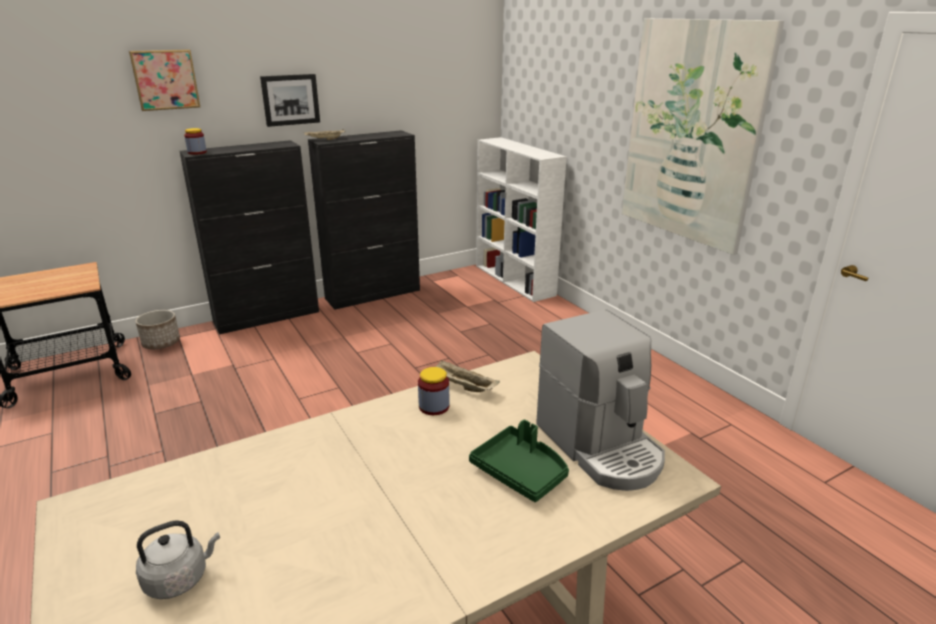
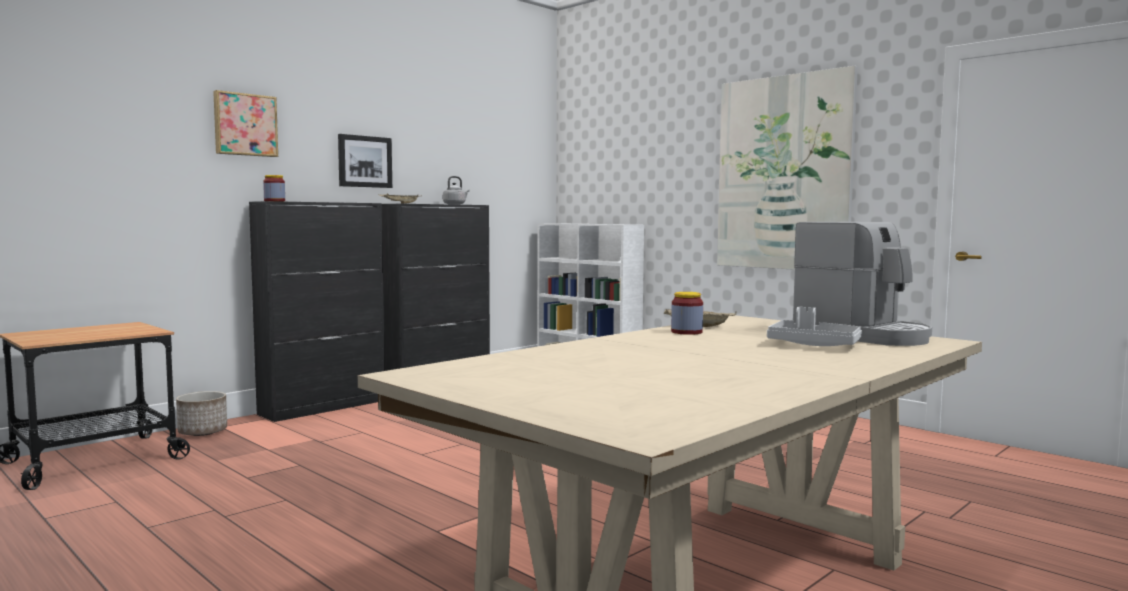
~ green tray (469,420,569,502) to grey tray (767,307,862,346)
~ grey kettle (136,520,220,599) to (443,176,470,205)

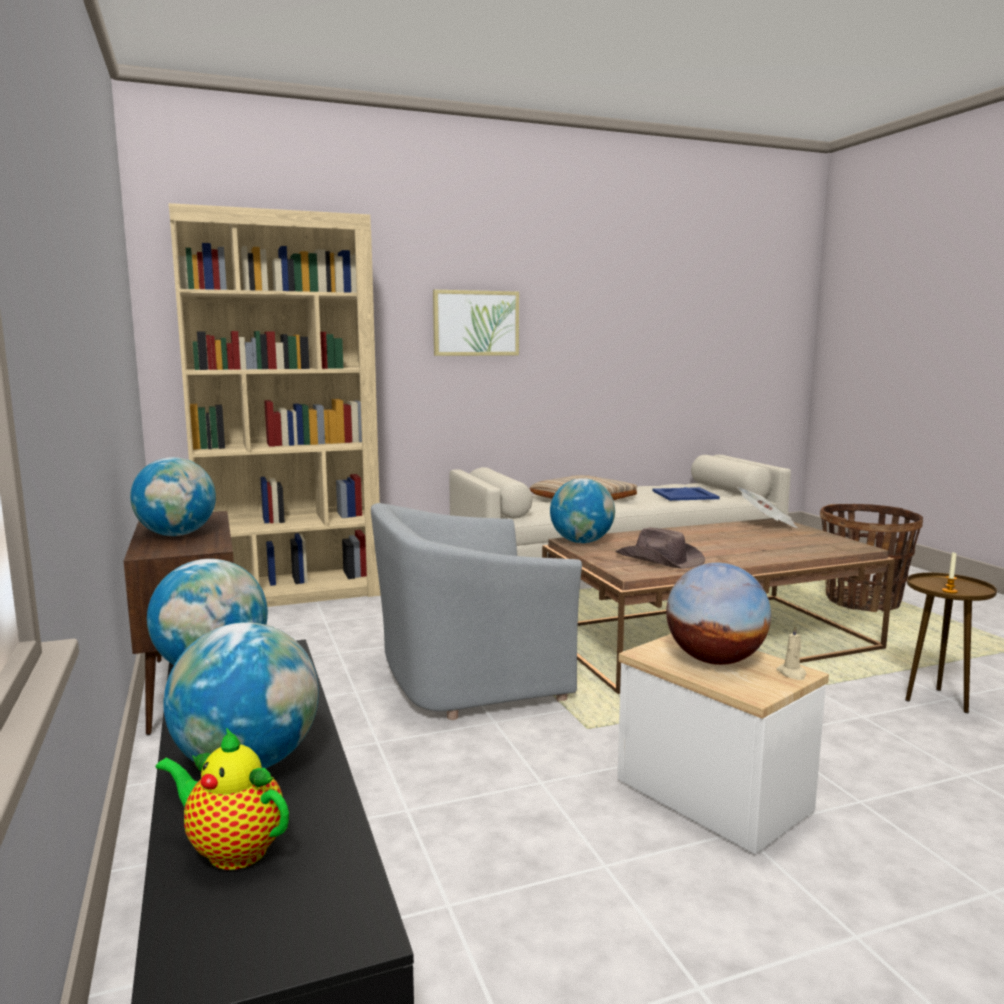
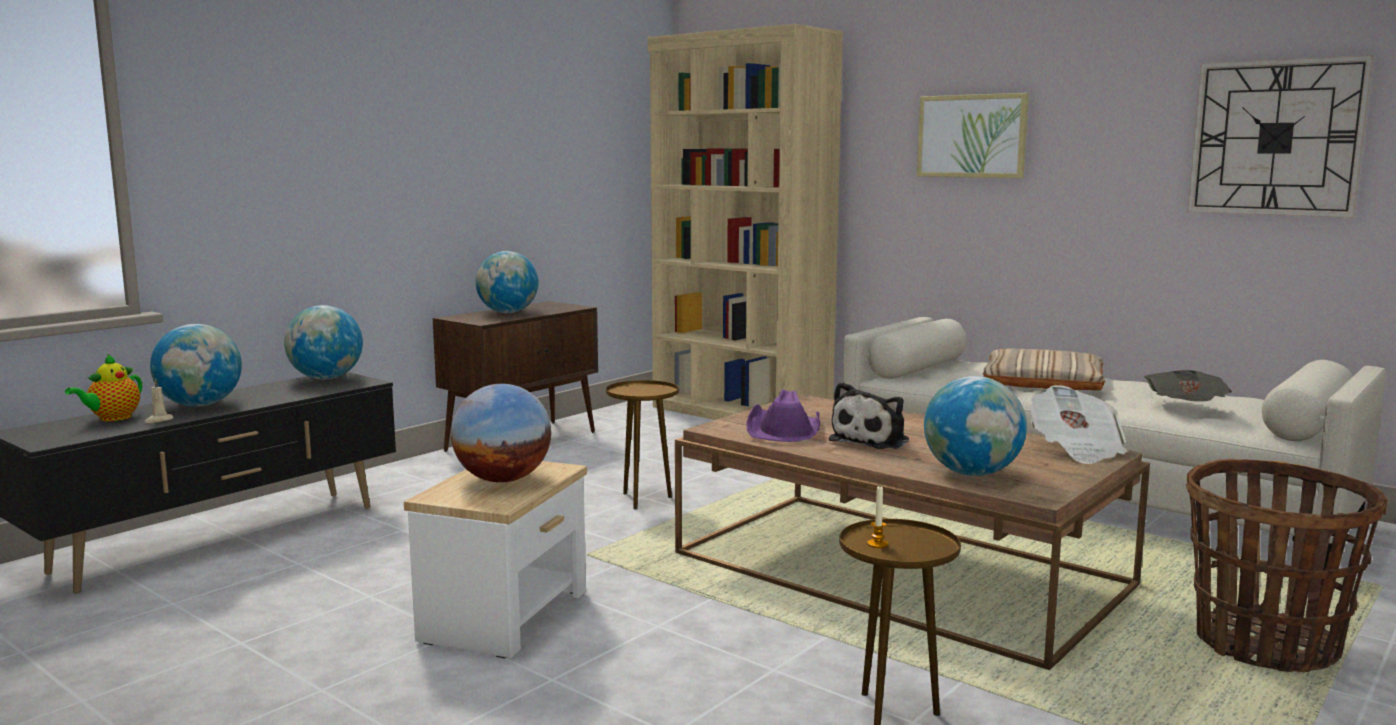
~ globe (550,478,615,543) to (924,376,1027,476)
~ blue tray (652,487,720,501) to newspaper (1144,370,1232,402)
~ grey armchair (371,503,582,720) to brown side table (606,380,679,509)
~ brown hat (615,527,705,569) to purple hat (746,389,820,442)
~ beige candle (777,624,806,680) to (144,378,173,423)
~ teapot (155,728,289,870) = (65,354,142,421) 150 degrees counterclockwise
+ wall clock (1188,55,1374,218)
+ plush toy (829,382,909,449)

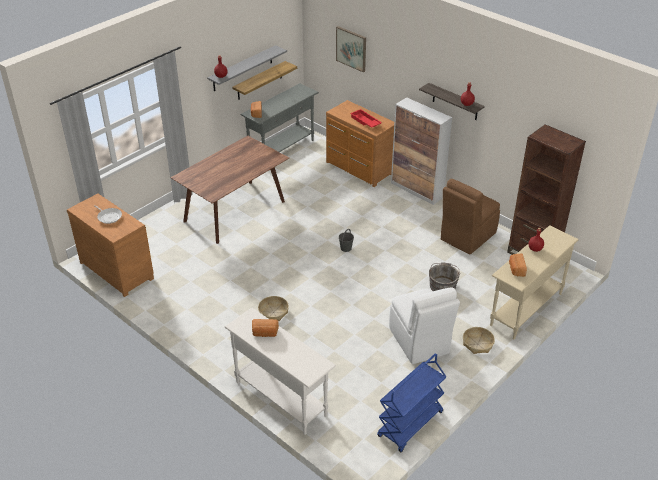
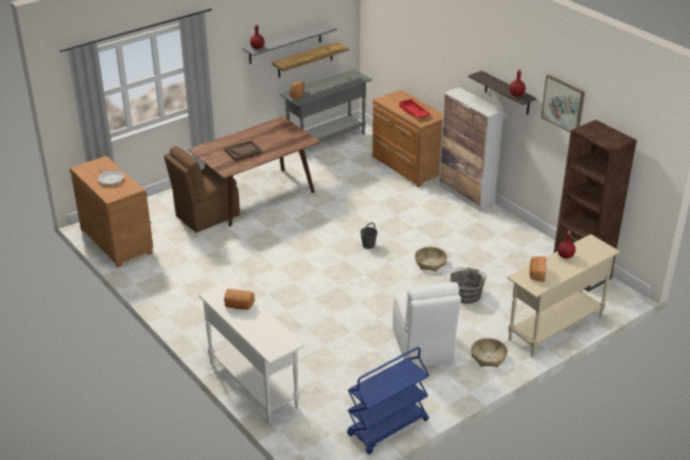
~ picture (336,26,366,72) to (541,75,585,133)
~ brown chair (441,179,500,255) to (164,146,240,233)
~ basket (258,296,289,321) to (415,247,447,272)
+ brown tray (224,140,262,161)

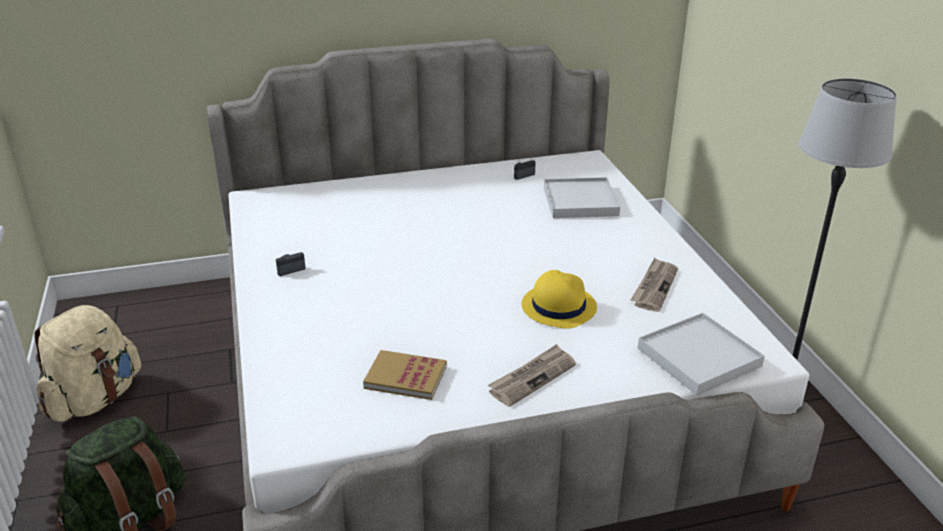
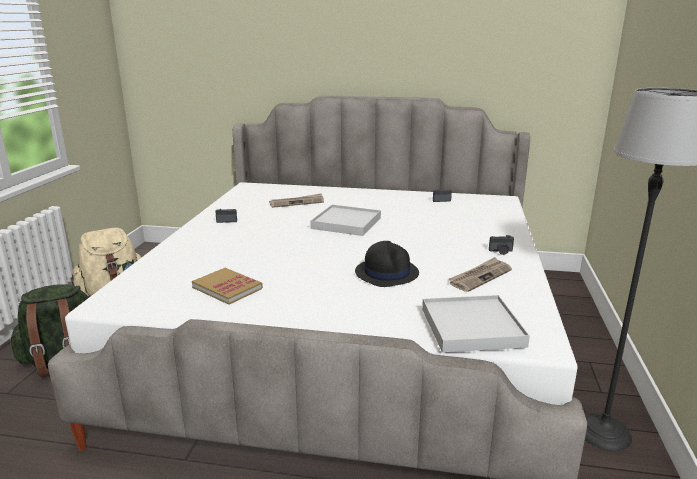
~ white tray (544,177,620,218) to (310,205,381,236)
~ yellow hat (522,270,597,329) to black hat (355,241,419,287)
~ newspaper (488,344,576,407) to (269,193,324,208)
+ photo camera (489,235,514,255)

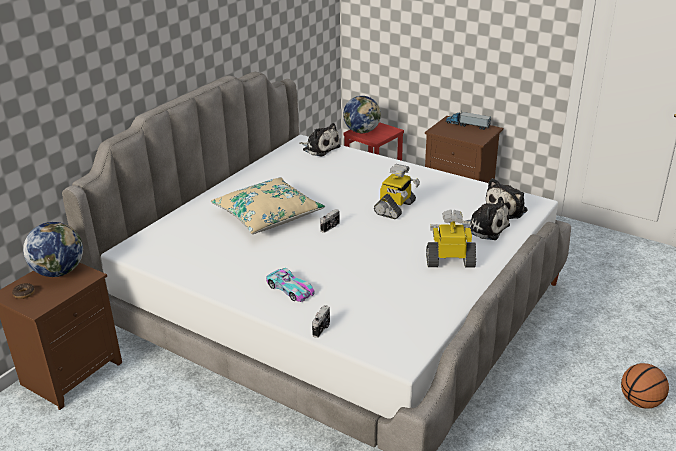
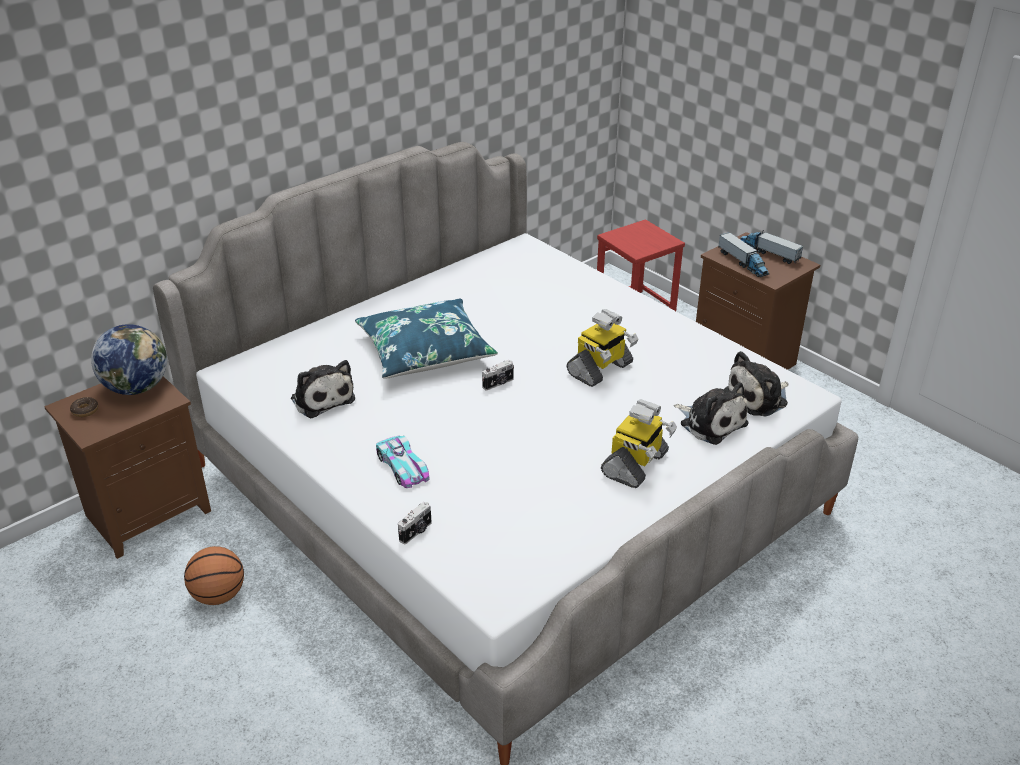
- globe (343,96,381,133)
~ plush toy (299,123,341,157) to (291,360,355,418)
~ beige pillow (211,177,325,234) to blue pillow (355,299,498,379)
~ toy robot (426,209,476,267) = (601,399,677,488) 105 degrees clockwise
~ basketball (621,363,669,409) to (184,546,244,605)
+ toy truck (718,232,769,277)

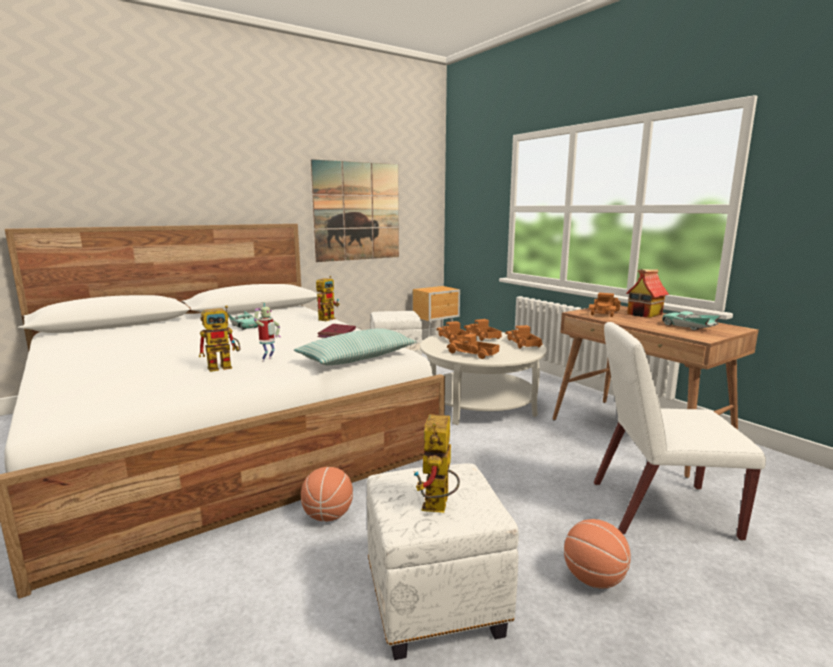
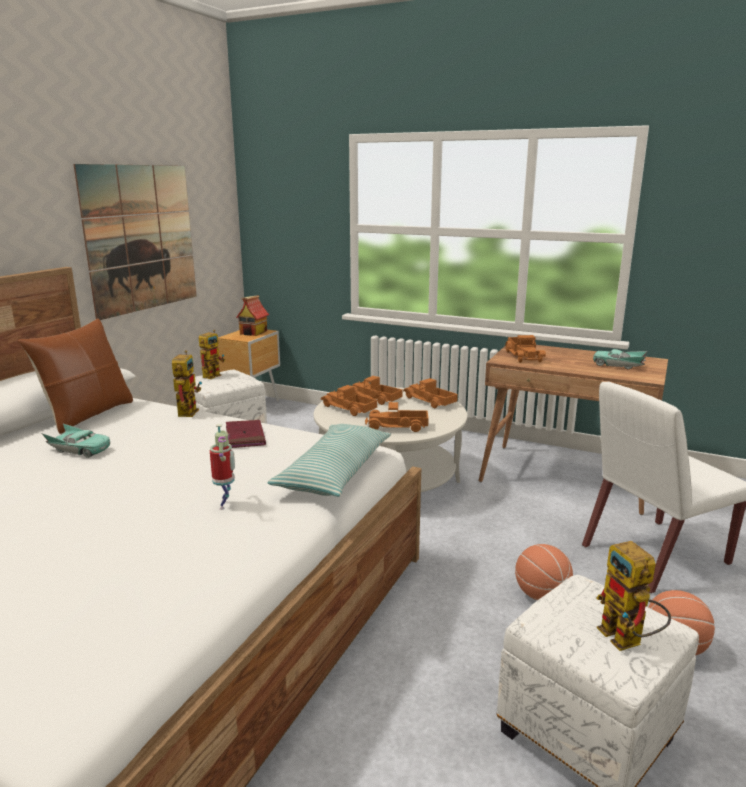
~ toy house (626,269,669,318) to (236,295,269,336)
~ toy robot (199,306,240,372) to (199,330,225,379)
~ basketball (301,467,353,521) to (515,544,573,600)
+ brown pillow (18,318,133,434)

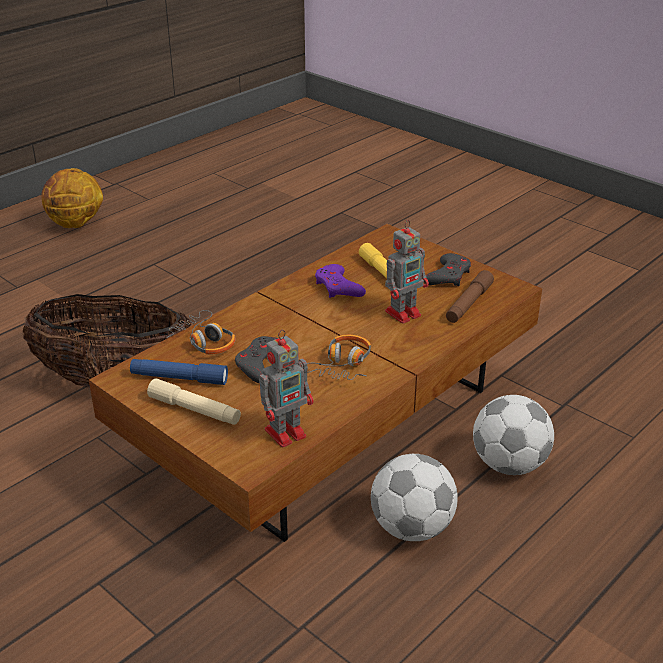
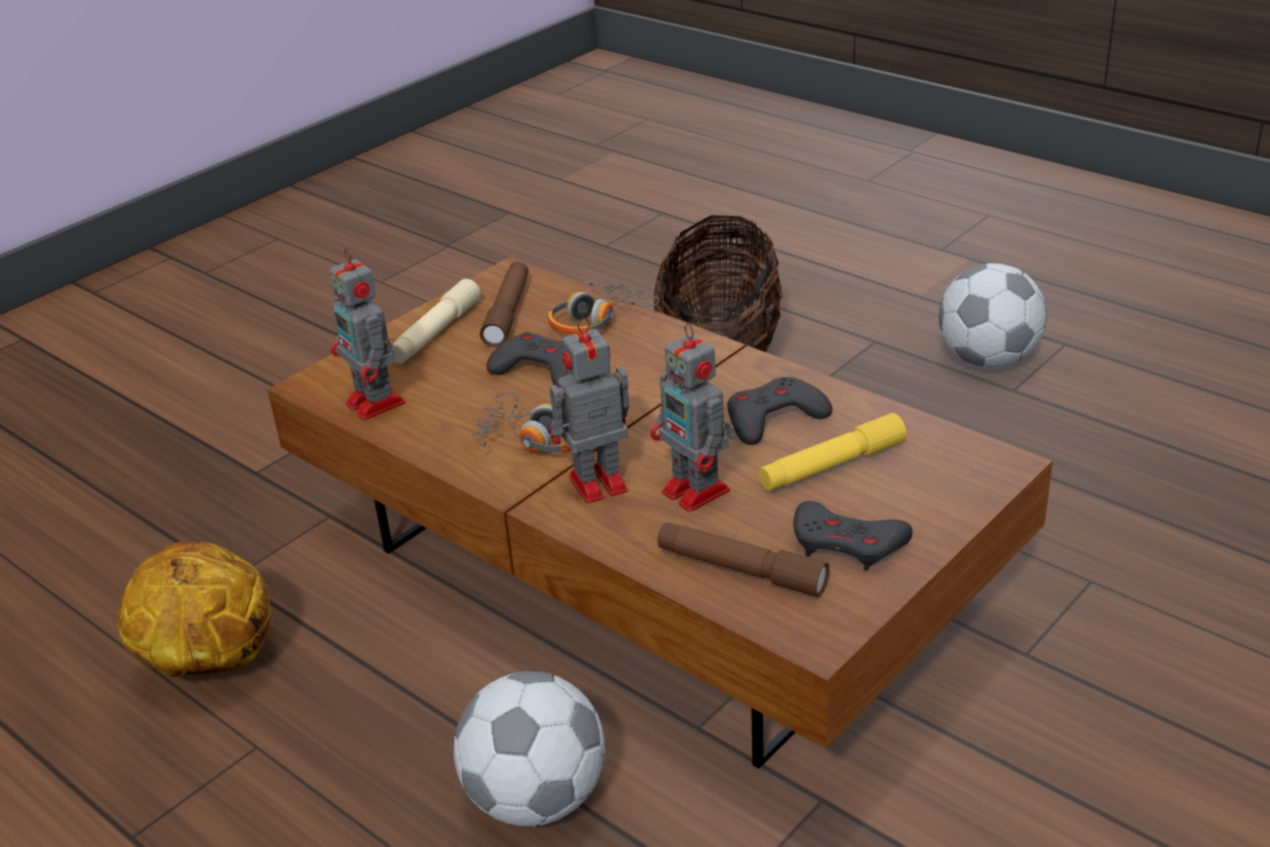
~ basketball (41,168,103,228) to (117,541,271,677)
~ purple game controller (315,264,366,298) to grey game controller (727,377,832,445)
~ blue flashlight (130,359,228,385) to brown flashlight (480,261,528,347)
~ football (371,454,458,541) to (939,263,1047,368)
+ toy robot (550,317,629,504)

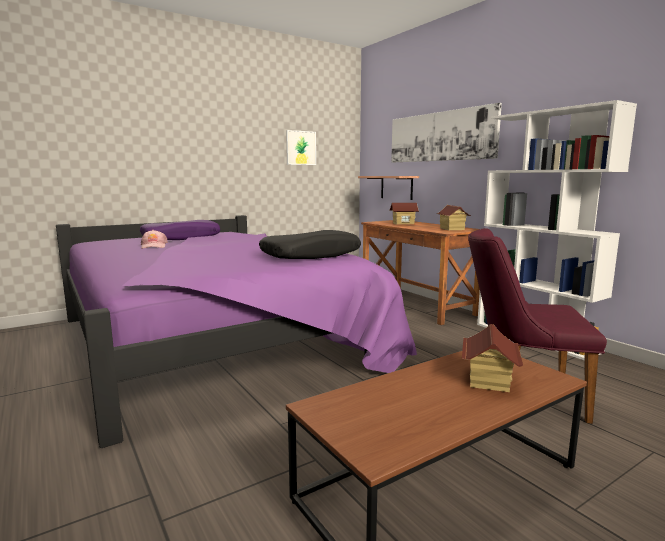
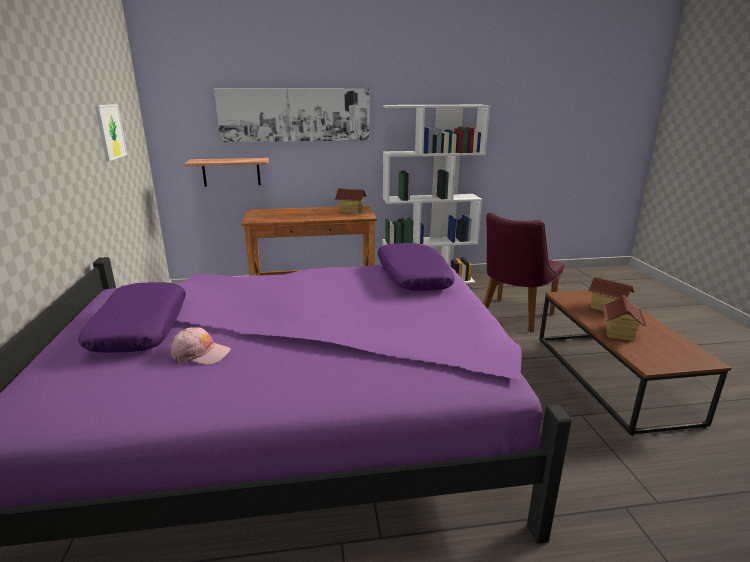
~ toy house (390,203,419,225) to (602,295,646,341)
~ black pillow (259,230,361,259) to purple pillow (377,243,455,291)

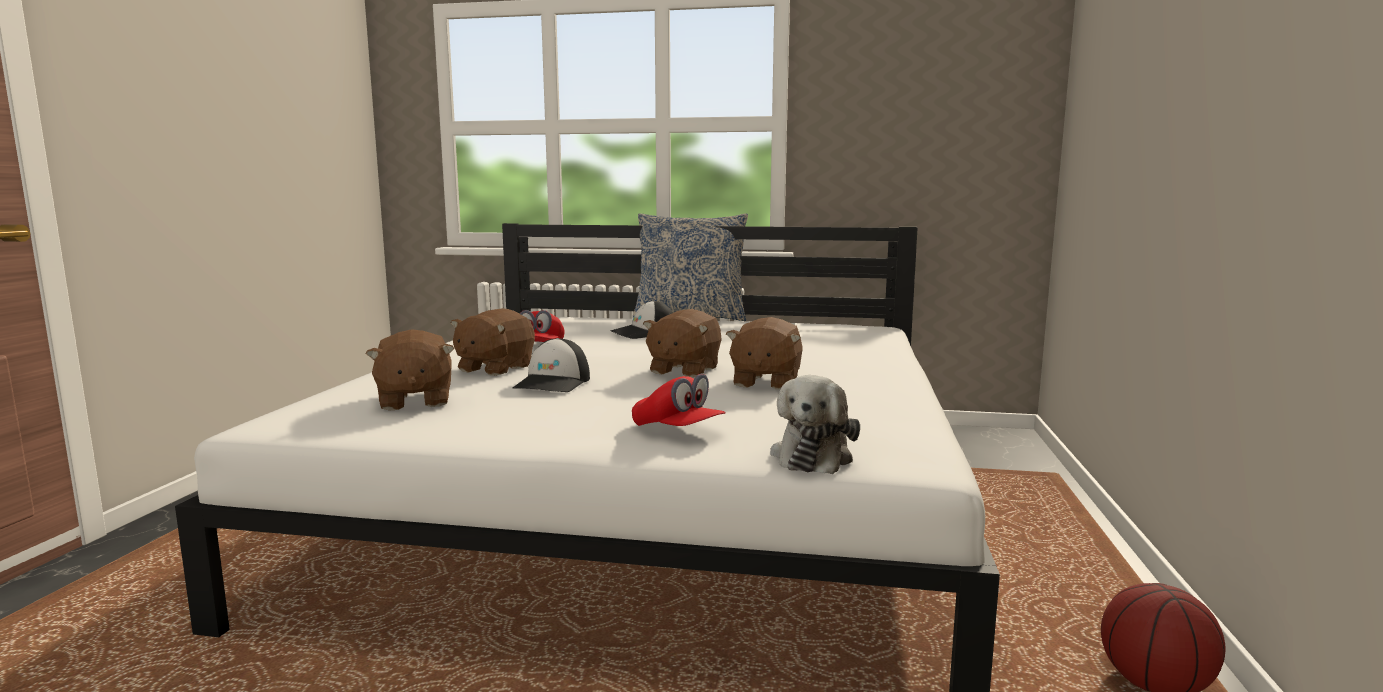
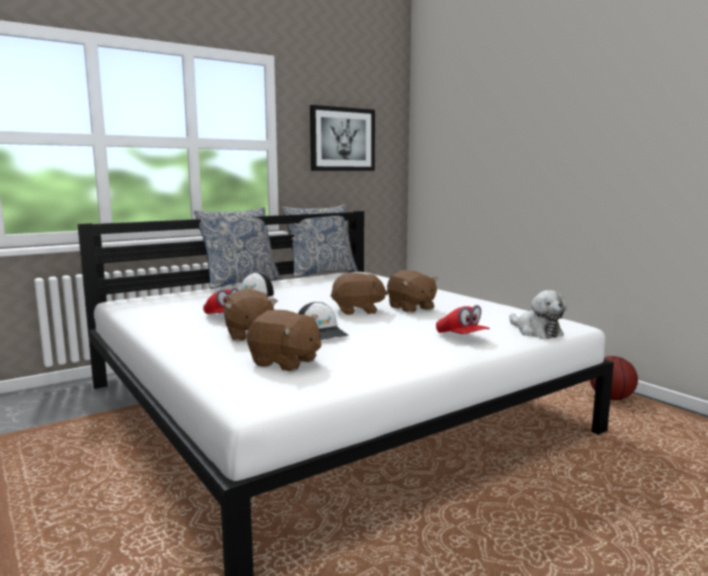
~ brown plush toy (643,309,722,378) = (331,273,388,315) 75 degrees counterclockwise
~ red cap (632,374,726,426) = (436,305,490,334) 60 degrees clockwise
+ picture (310,105,375,171)
+ pillow (282,204,358,278)

